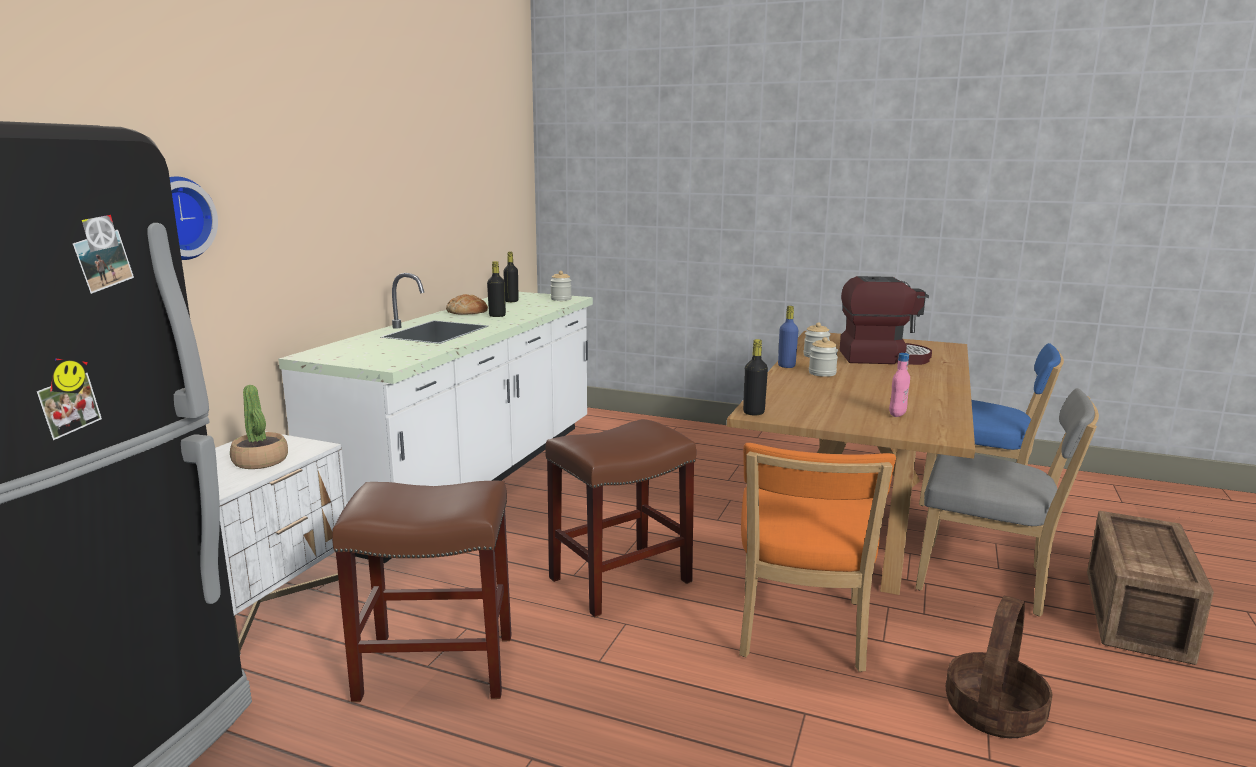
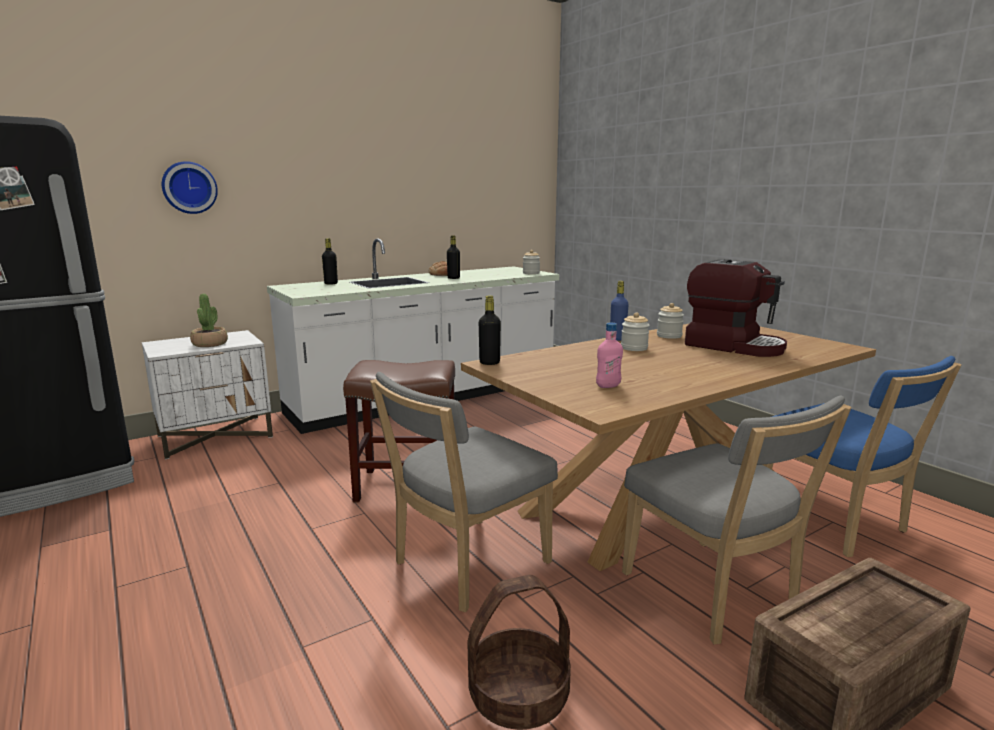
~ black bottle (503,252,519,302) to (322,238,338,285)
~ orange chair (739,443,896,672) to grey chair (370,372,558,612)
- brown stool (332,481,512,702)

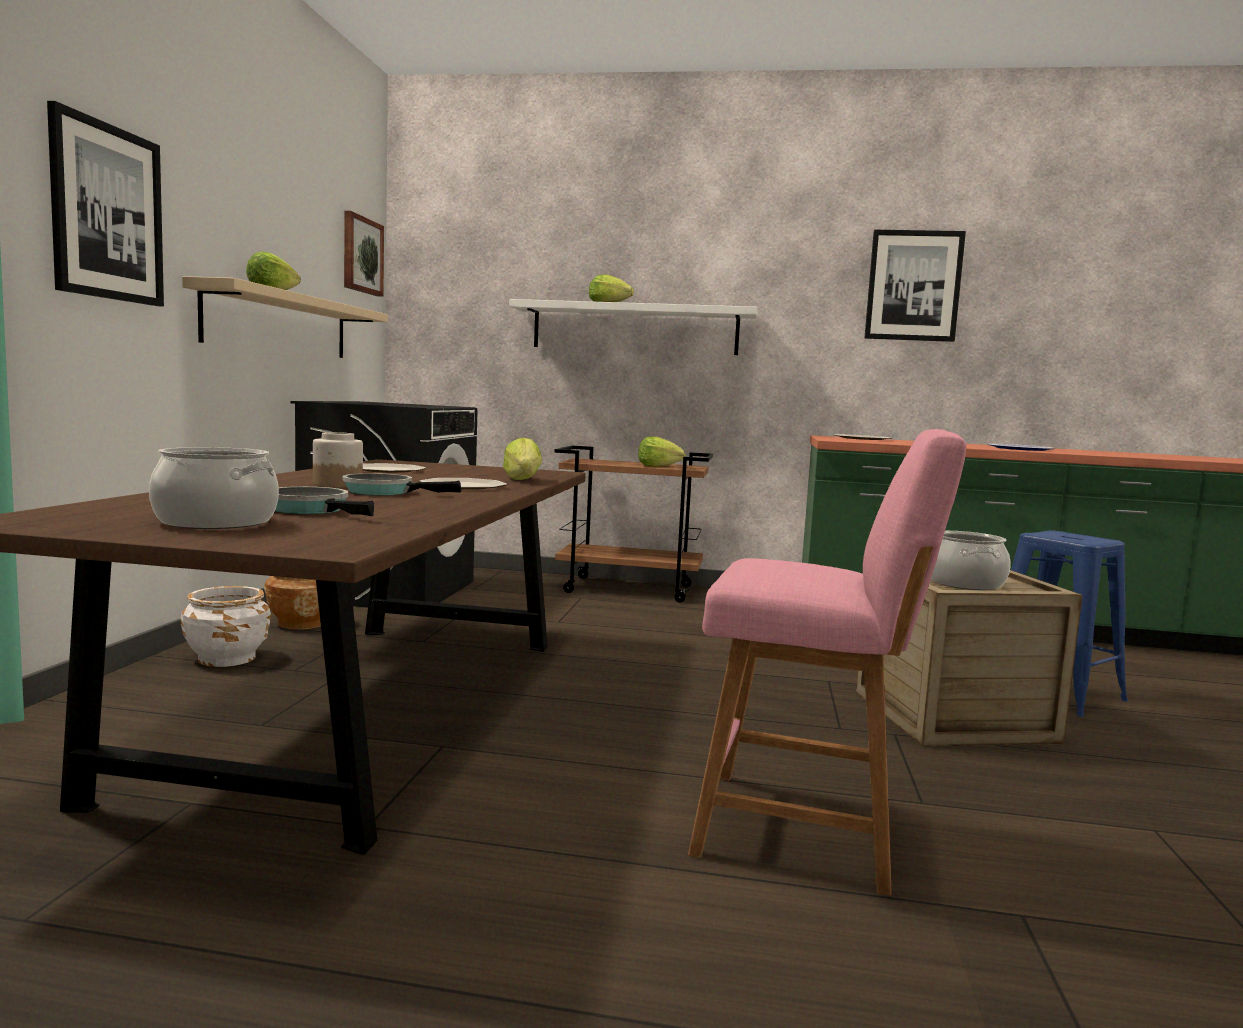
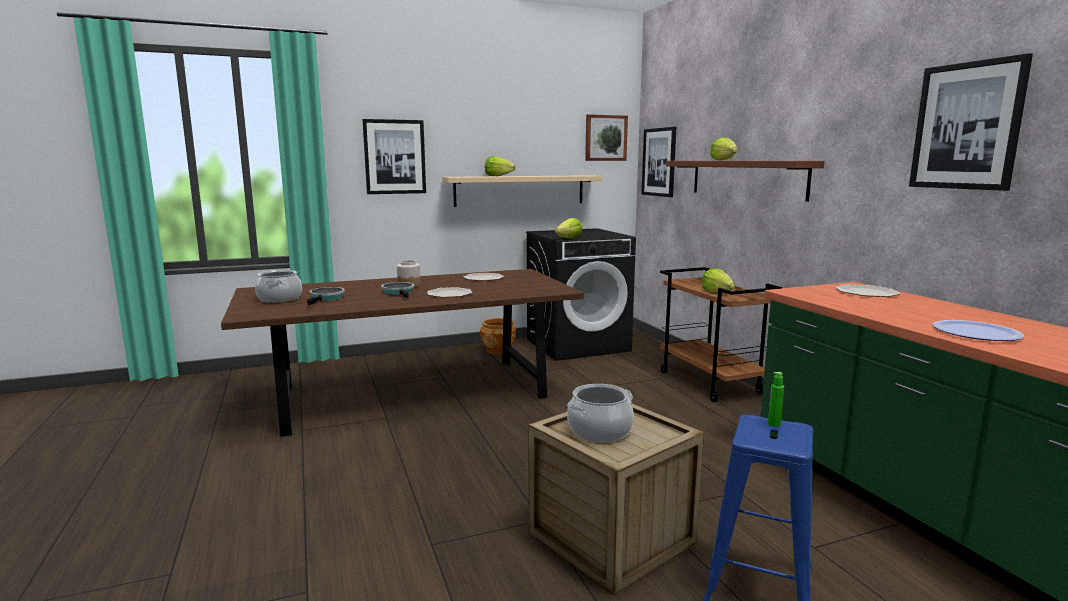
~ white shelf (509,299,757,355) to brown shelf (666,161,825,202)
- pink stool (688,429,966,896)
~ lettuce (503,437,542,480) to (555,218,582,238)
- white planter (181,586,271,667)
+ picture (641,127,676,197)
+ green bottle (768,372,784,427)

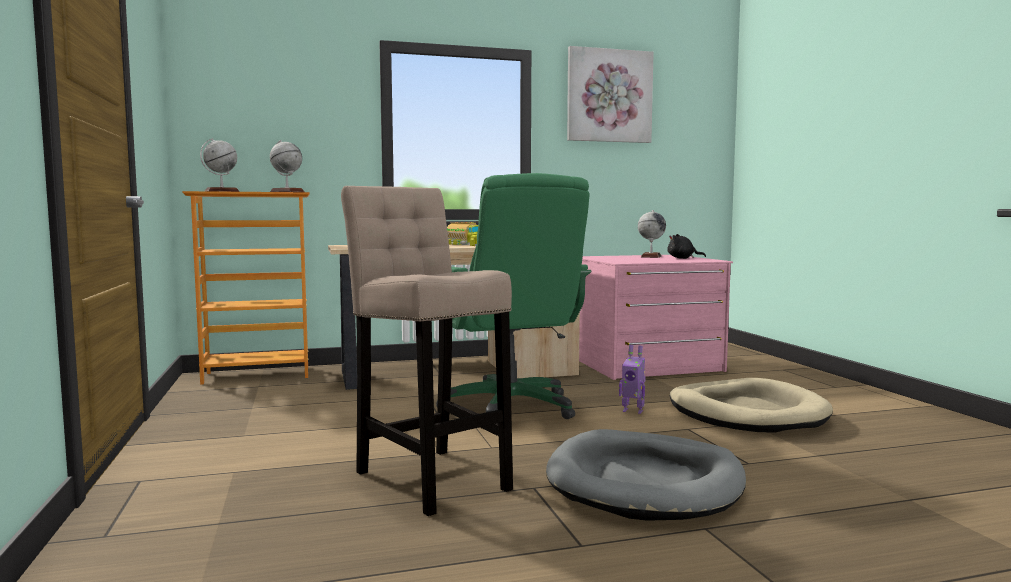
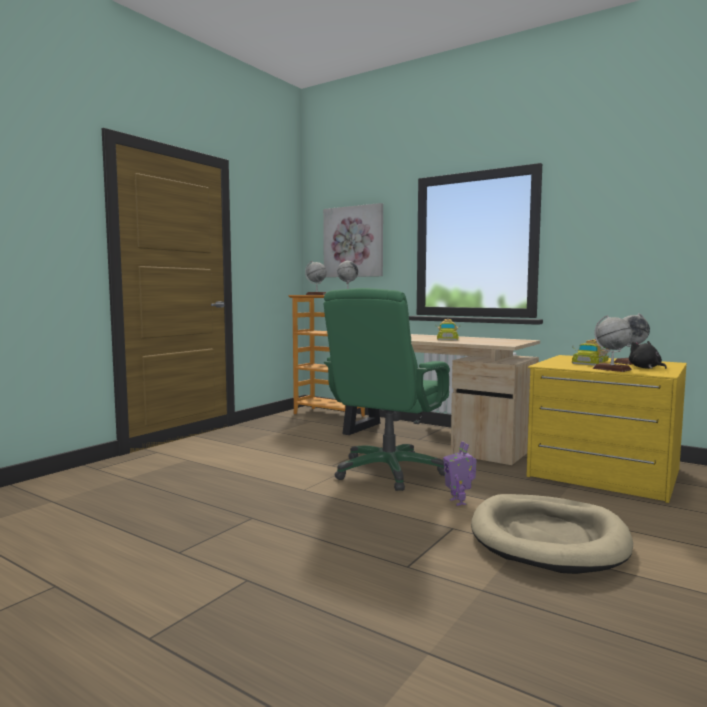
~ picture (567,46,654,143) to (323,203,383,277)
- beige stool (341,186,513,516)
~ pink dresser (579,255,733,380) to yellow dresser (527,355,687,503)
- grey dog bed (546,429,746,521)
+ globe (593,315,632,372)
+ toy truck (572,339,611,366)

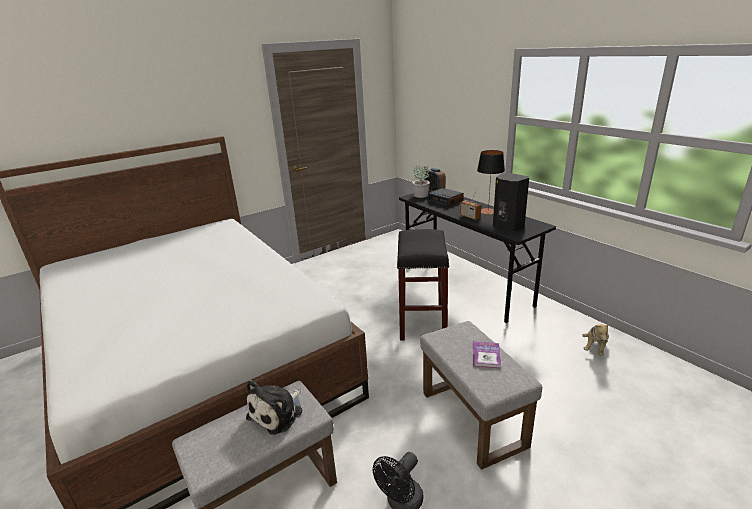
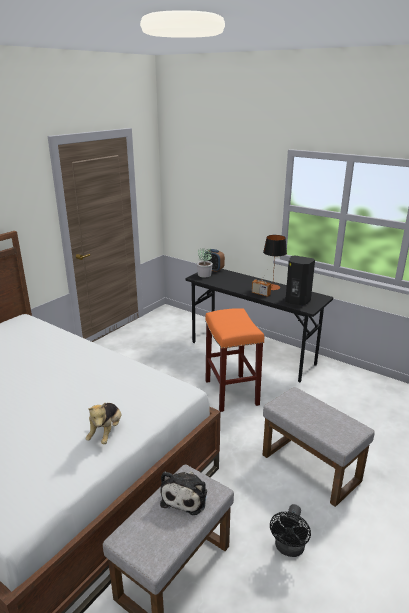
- alarm clock (427,188,464,207)
~ black stool (397,229,449,340) to orange stool (205,308,264,412)
~ plush toy (583,323,611,356) to (86,403,121,444)
- book (473,341,501,369)

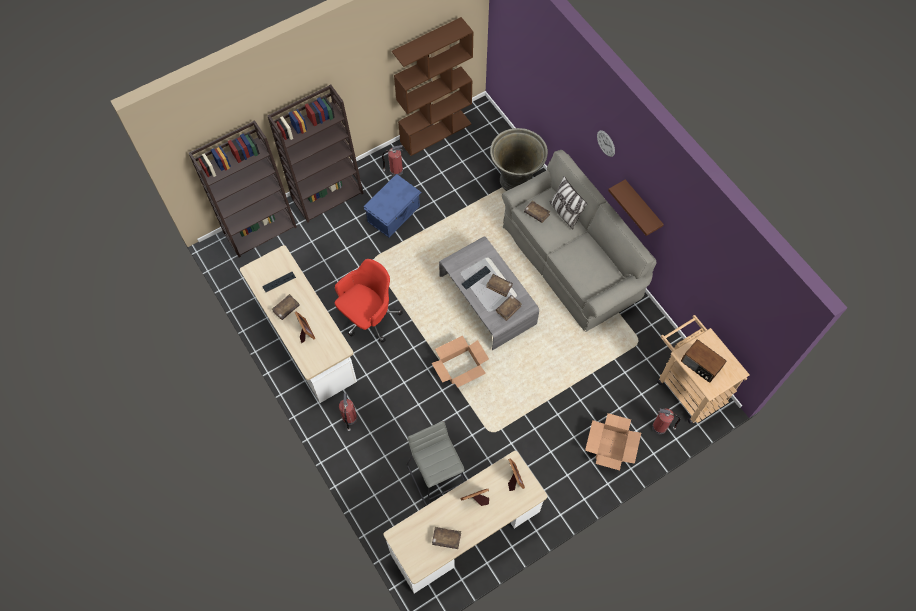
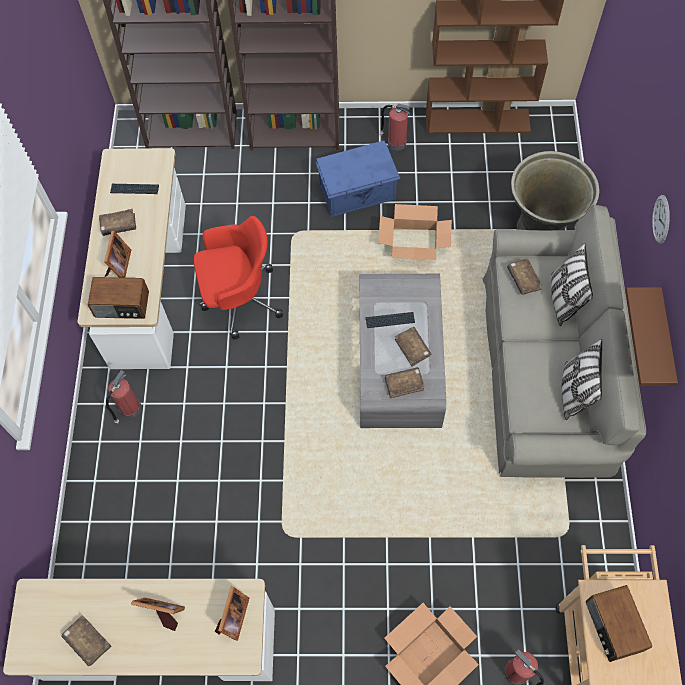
~ cardboard box (432,335,489,387) to (378,204,452,260)
- grey stool (407,421,466,506)
+ radio (88,277,149,319)
+ pillow (561,339,602,420)

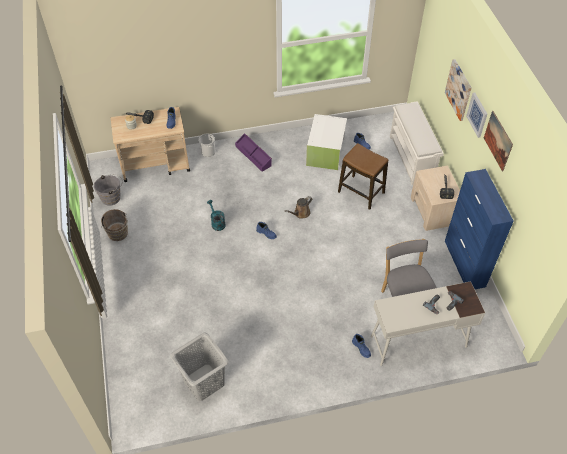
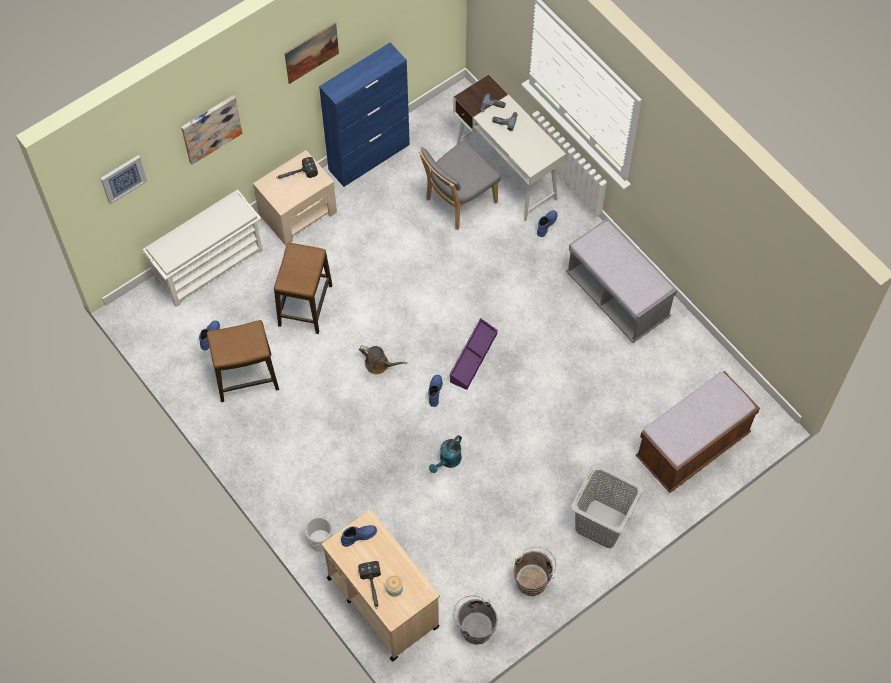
~ picture (466,92,487,138) to (101,155,147,204)
~ white storage box (306,114,347,170) to stool (207,320,279,402)
~ purple storage box (235,133,272,172) to (450,318,497,390)
~ grey laundry basket (170,332,229,401) to (571,464,644,548)
+ grey bench (566,218,677,343)
+ brown bench (636,371,760,493)

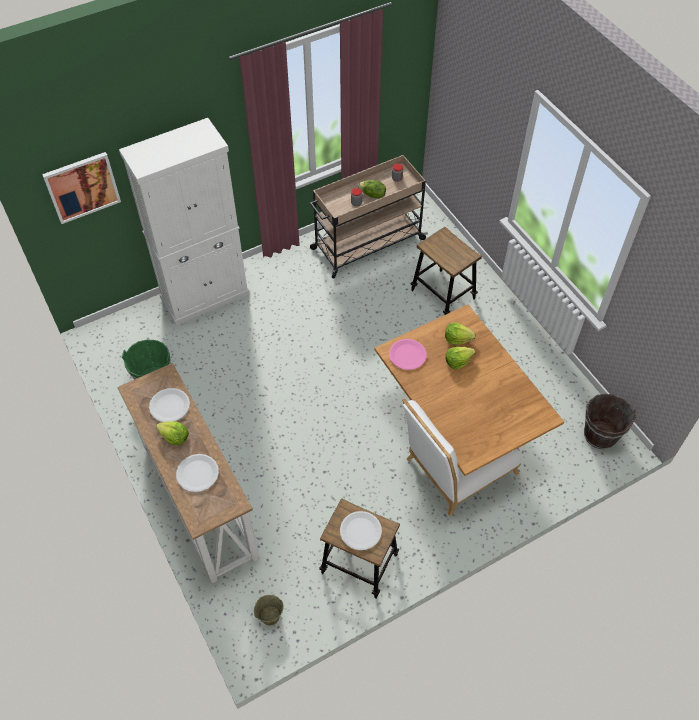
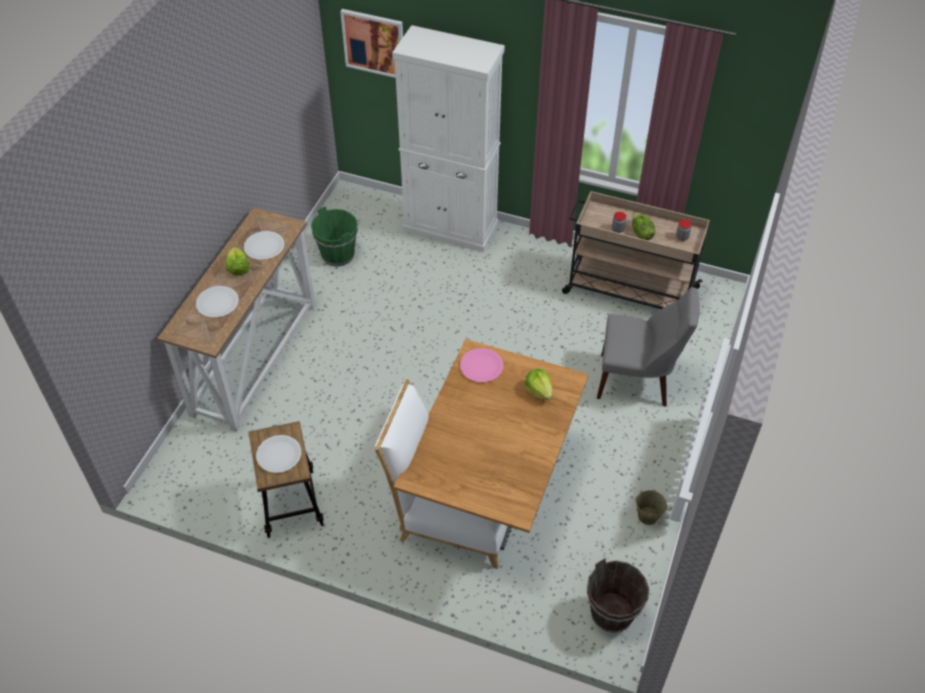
~ stool (411,227,482,315) to grey chair (597,287,700,406)
- lettuce (445,347,475,370)
~ beige bucket (254,595,284,626) to (635,490,667,525)

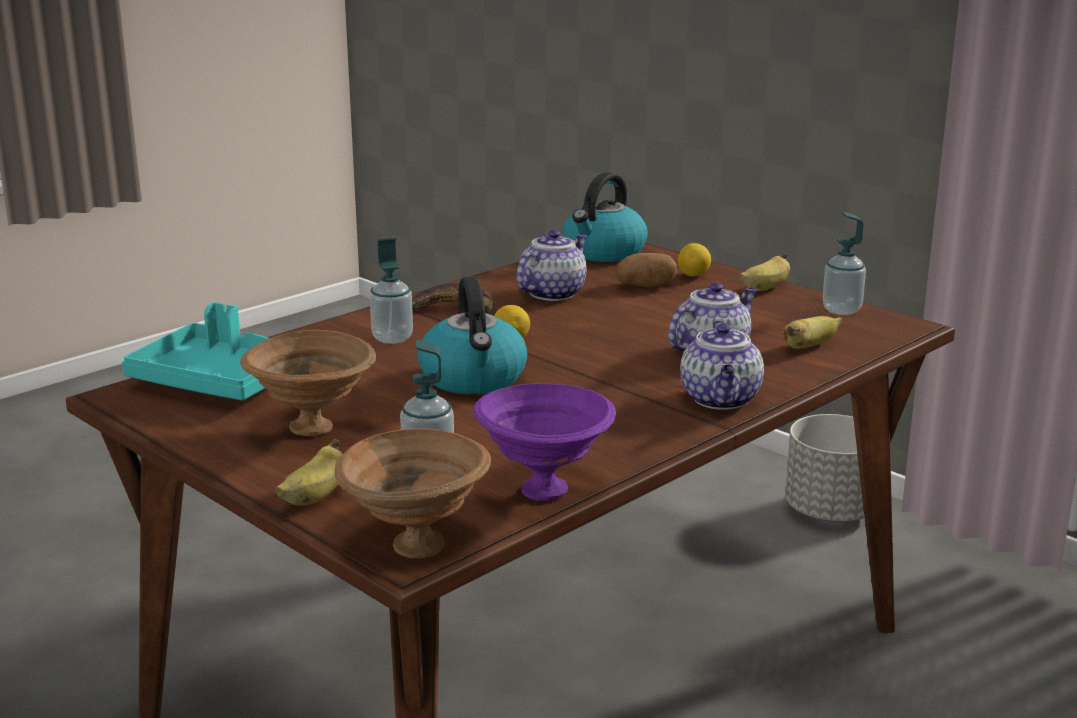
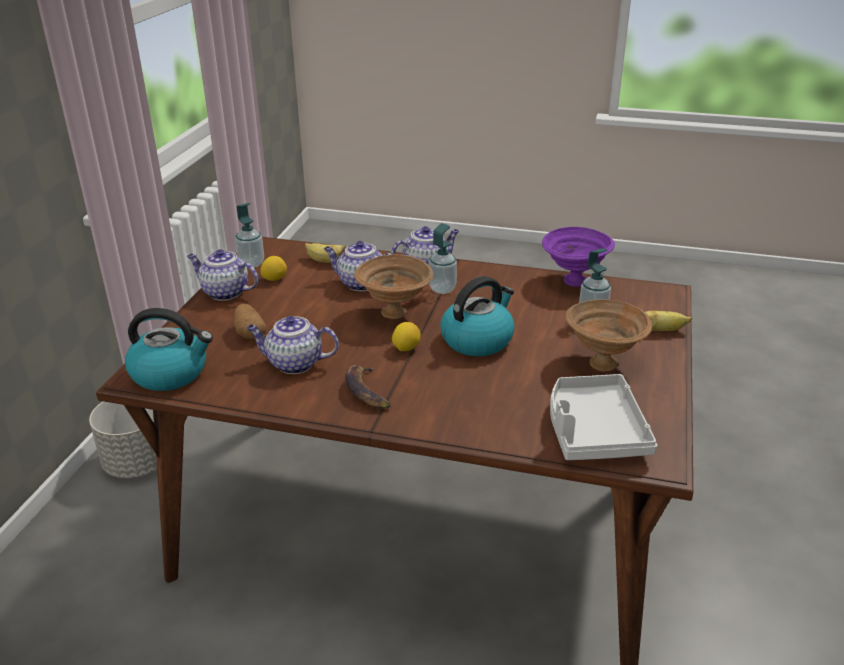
~ soap dispenser (370,238,413,344) to (429,223,457,294)
~ lemon (678,243,711,277) to (260,256,287,281)
~ banana (739,253,790,291) to teapot (187,249,258,301)
~ turquoise tray (122,302,269,400) to grey tray (550,374,657,460)
~ brown bowl (334,428,491,559) to (354,254,433,319)

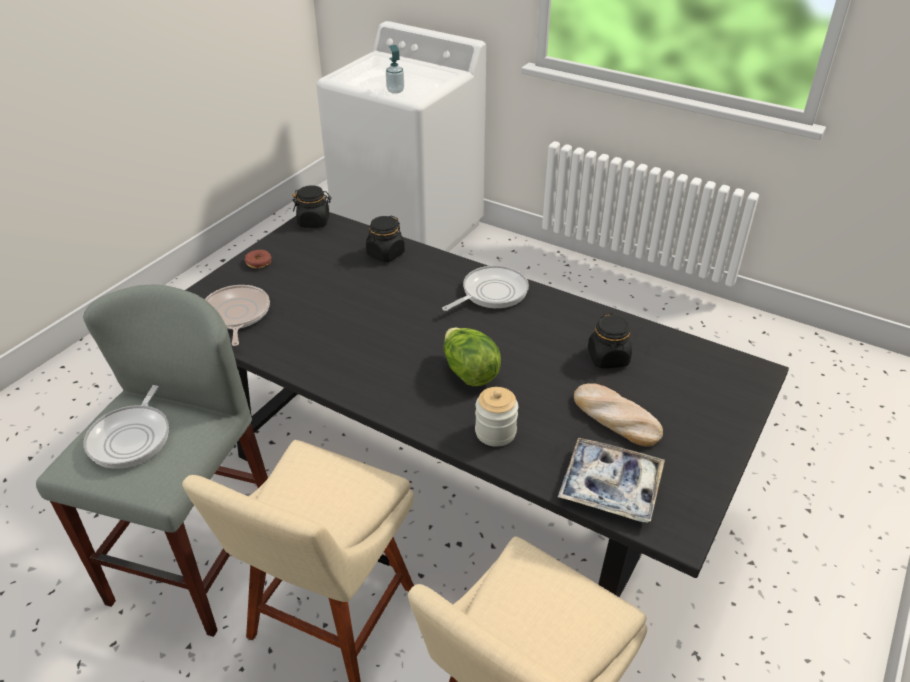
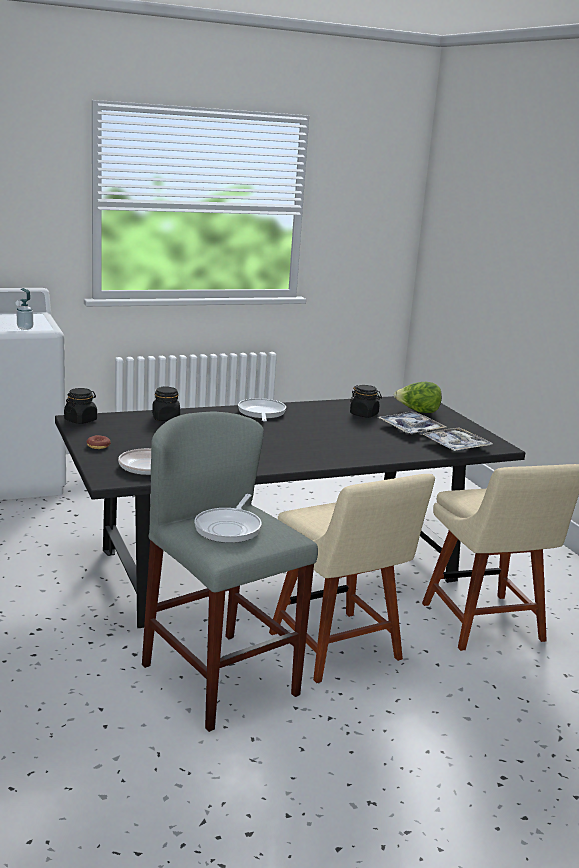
~ lettuce (444,328,501,387) to (394,382,442,413)
~ bread (574,383,663,447) to tray (378,411,446,435)
~ frying pan (84,385,169,469) = (194,494,262,543) 60 degrees clockwise
- jar (475,387,518,447)

